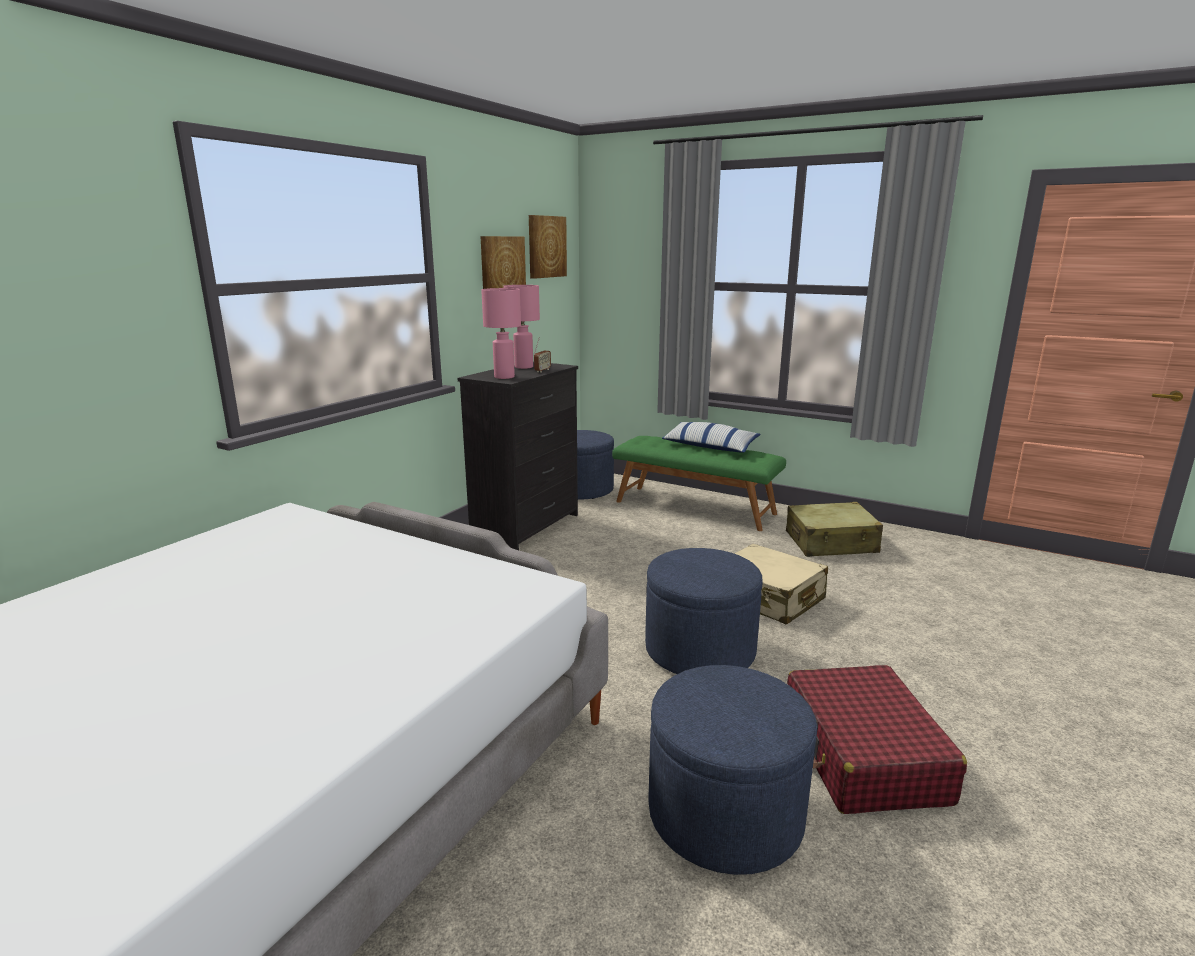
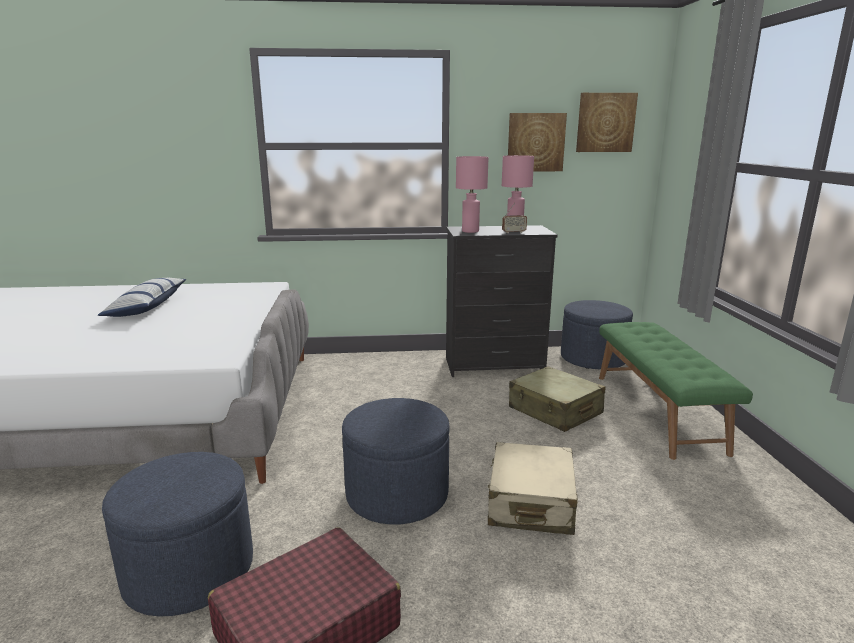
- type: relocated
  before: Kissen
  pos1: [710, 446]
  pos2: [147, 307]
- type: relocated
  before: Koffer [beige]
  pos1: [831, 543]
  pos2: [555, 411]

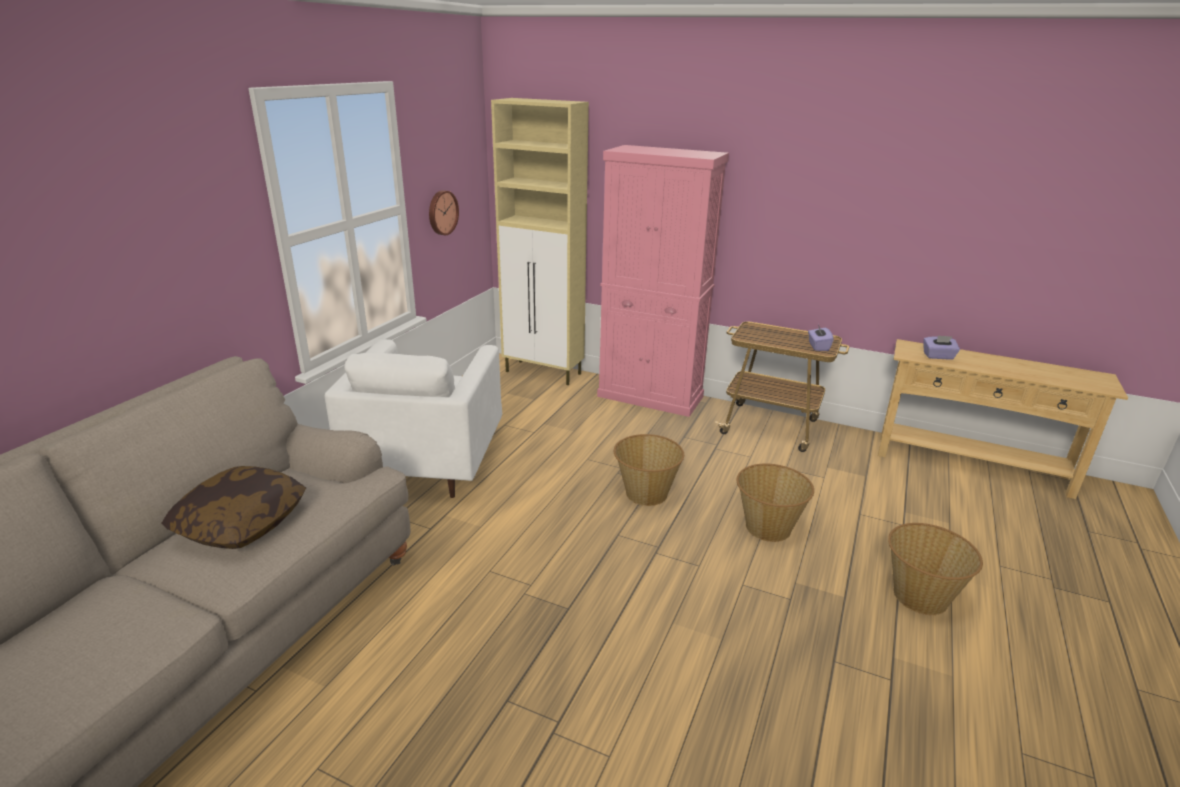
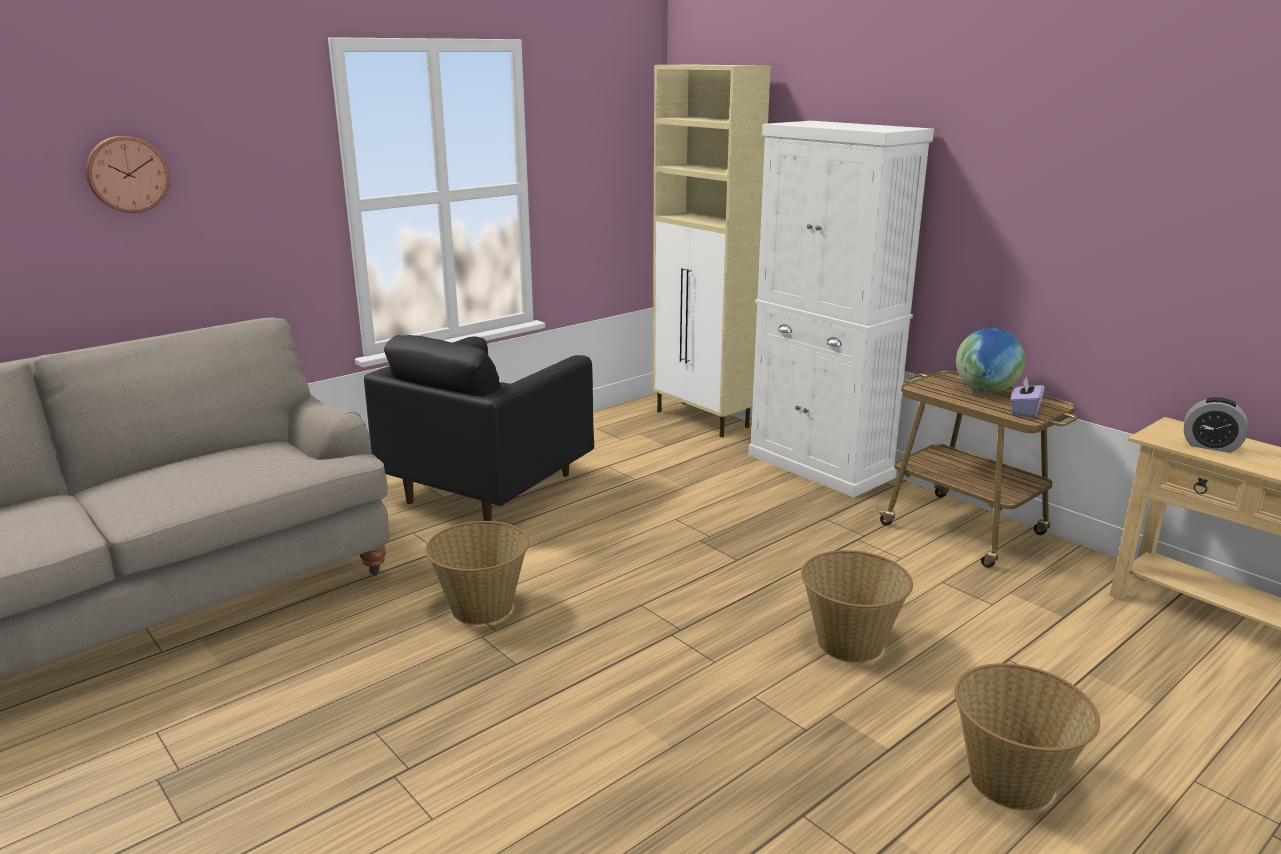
- type: missing
  before: Kissen
  pos1: [242, 523]
- type: appeared
  after: Globus
  pos2: [986, 391]
- type: relocated
  before: Wanduhr
  pos1: [442, 212]
  pos2: [127, 174]
- type: relocated
  before: Korb
  pos1: [646, 493]
  pos2: [481, 607]
- type: exchanged
  before: Taschentuchbox [lila]
  after: Wecker
  pos1: [938, 356]
  pos2: [1210, 446]
- type: colour
  before: Sessel [weiß]
  after: Sessel [schwarz]
  pos1: [427, 463]
  pos2: [489, 488]
- type: colour
  before: Schrank [rosa]
  after: Schrank [weiß]
  pos1: [650, 396]
  pos2: [820, 466]

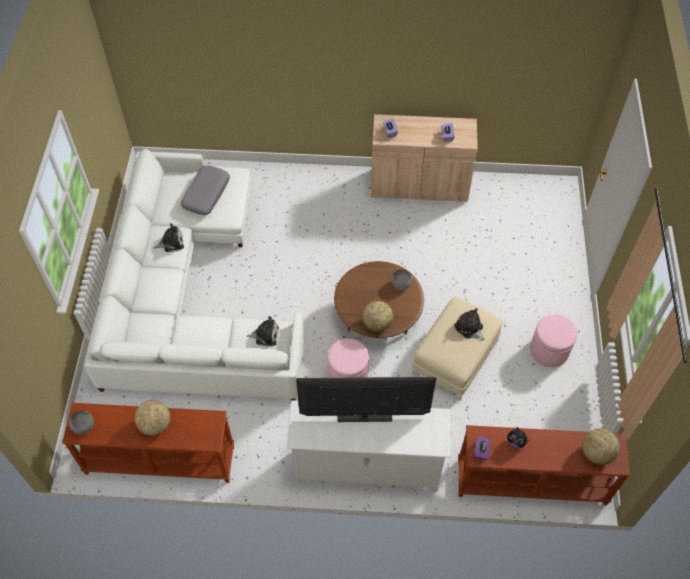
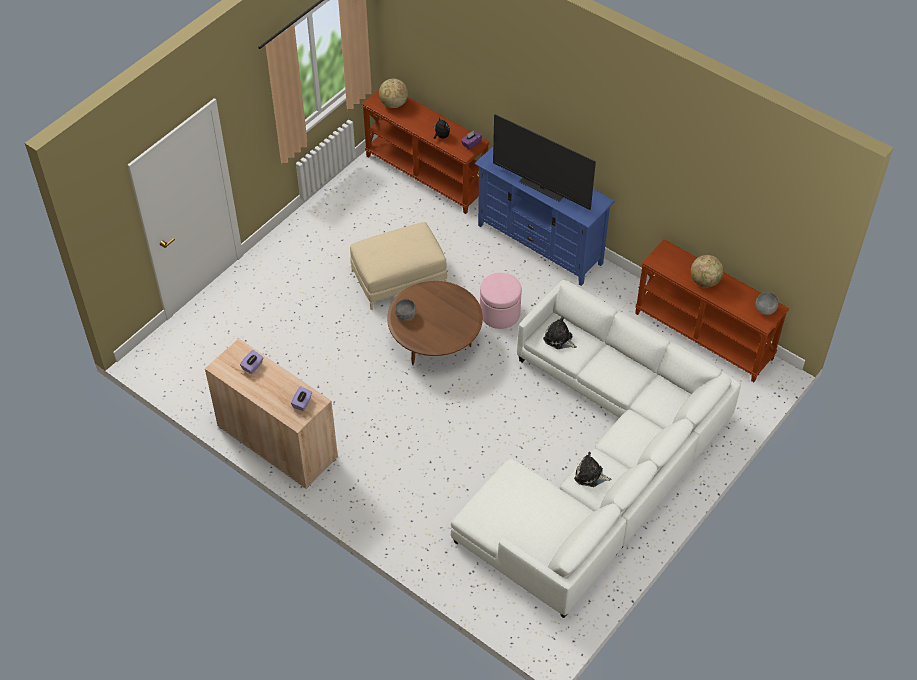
- type: missing
  before: Kissen [grau]
  pos1: [206, 194]
- type: missing
  before: Globus
  pos1: [377, 324]
- type: missing
  before: Plüschtier
  pos1: [469, 328]
- type: missing
  before: Polsterhocker [rosa]
  pos1: [549, 350]
- type: colour
  before: Fernsehschrank [weiß]
  after: Fernsehschrank [blau]
  pos1: [366, 469]
  pos2: [540, 244]

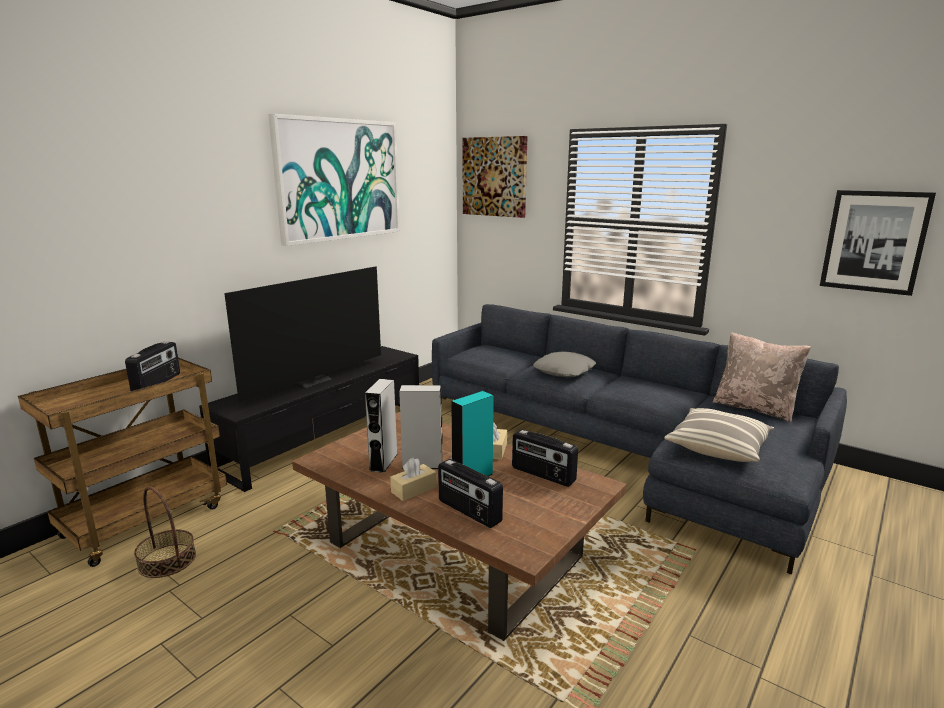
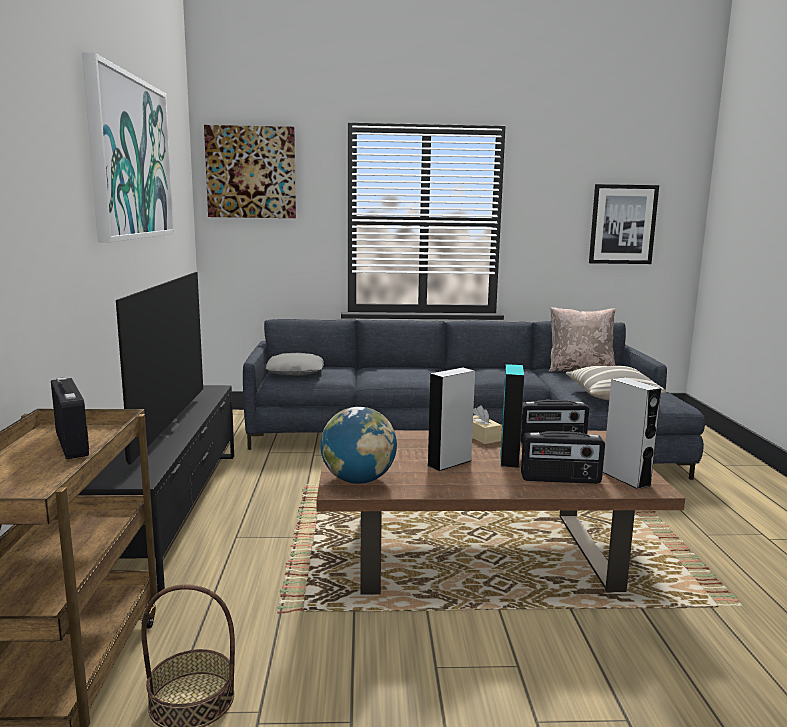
- type: missing
  before: Taschentuchbox [beige]
  pos1: [414, 489]
- type: appeared
  after: Globus
  pos2: [358, 480]
- type: relocated
  before: Lautsprecher [grau]
  pos1: [383, 462]
  pos2: [626, 478]
- type: relocated
  before: Kissen [grau]
  pos1: [565, 371]
  pos2: [296, 371]

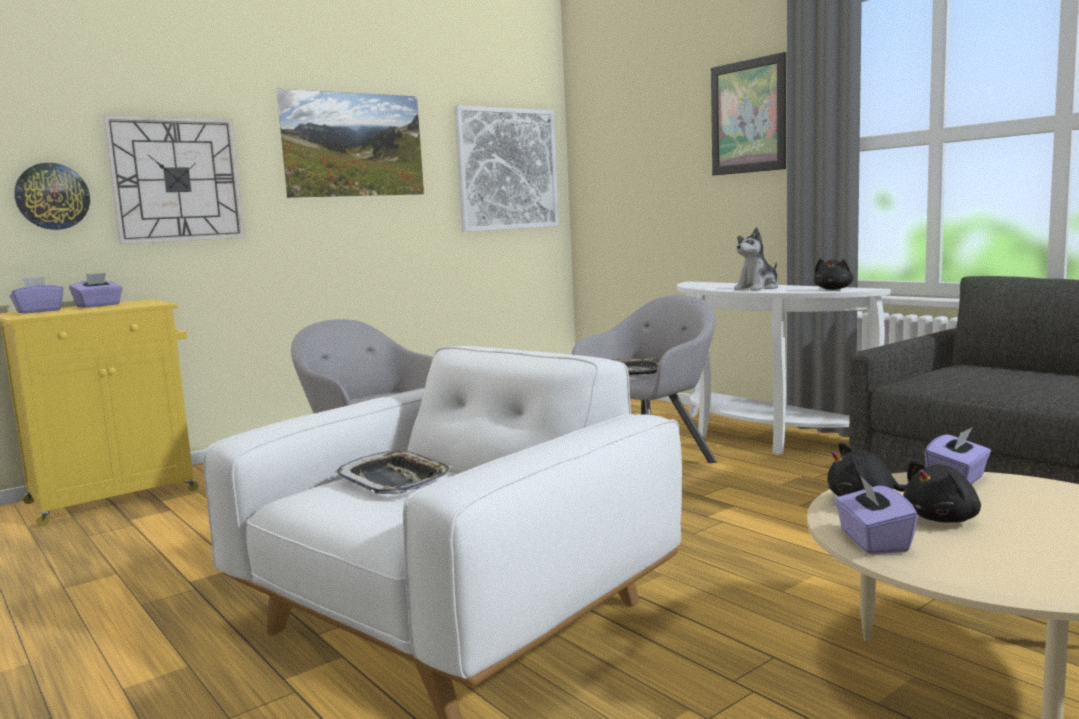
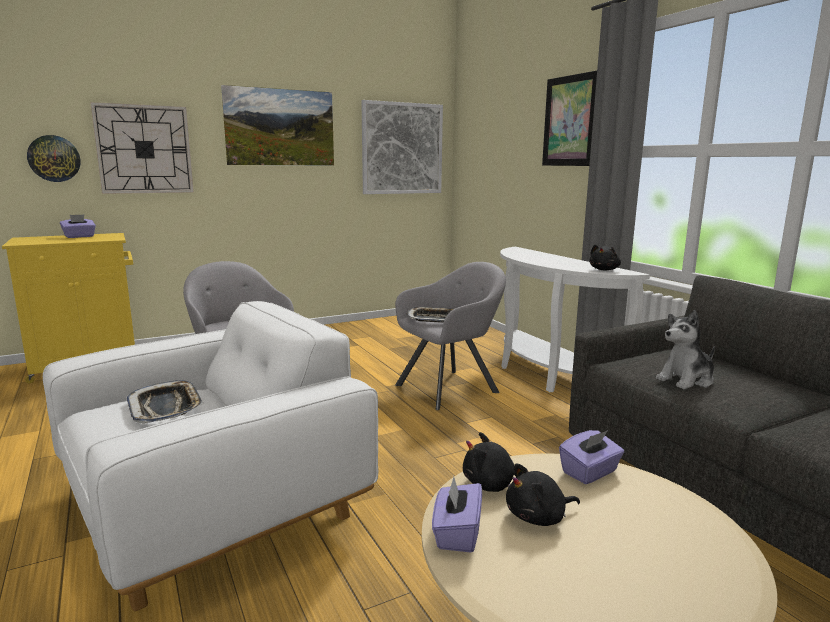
- type: missing
  before: Taschentuchbox [lila]
  pos1: [39, 311]
- type: relocated
  before: Plüschtier
  pos1: [758, 288]
  pos2: [686, 380]

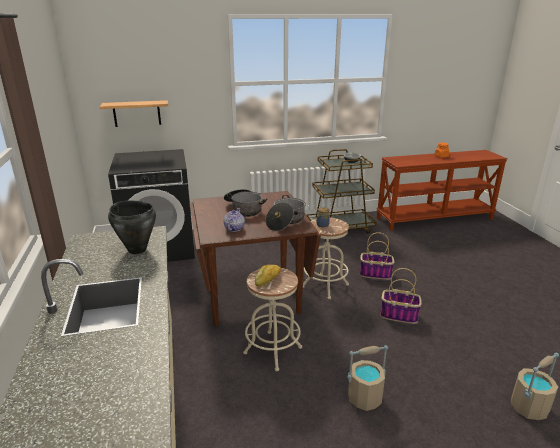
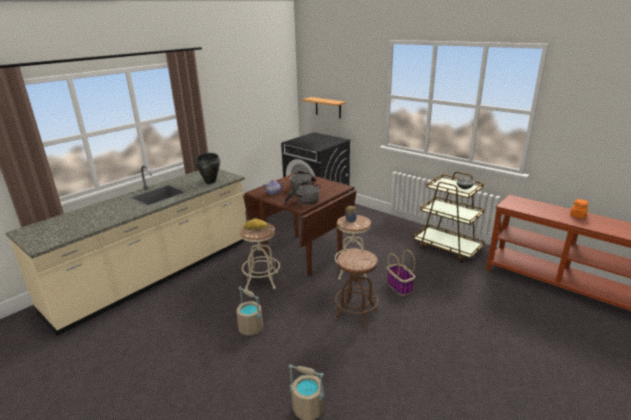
- type: exchanged
  before: Korb
  after: Hocker [braun]
  pos1: [399, 315]
  pos2: [356, 315]

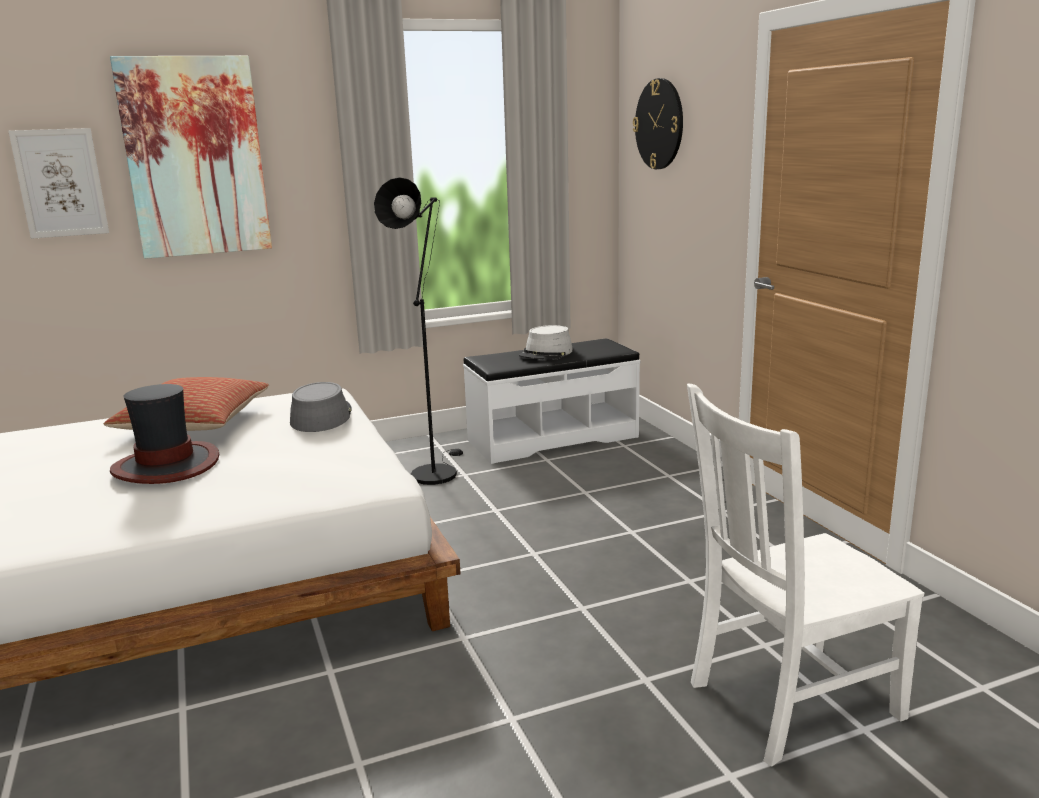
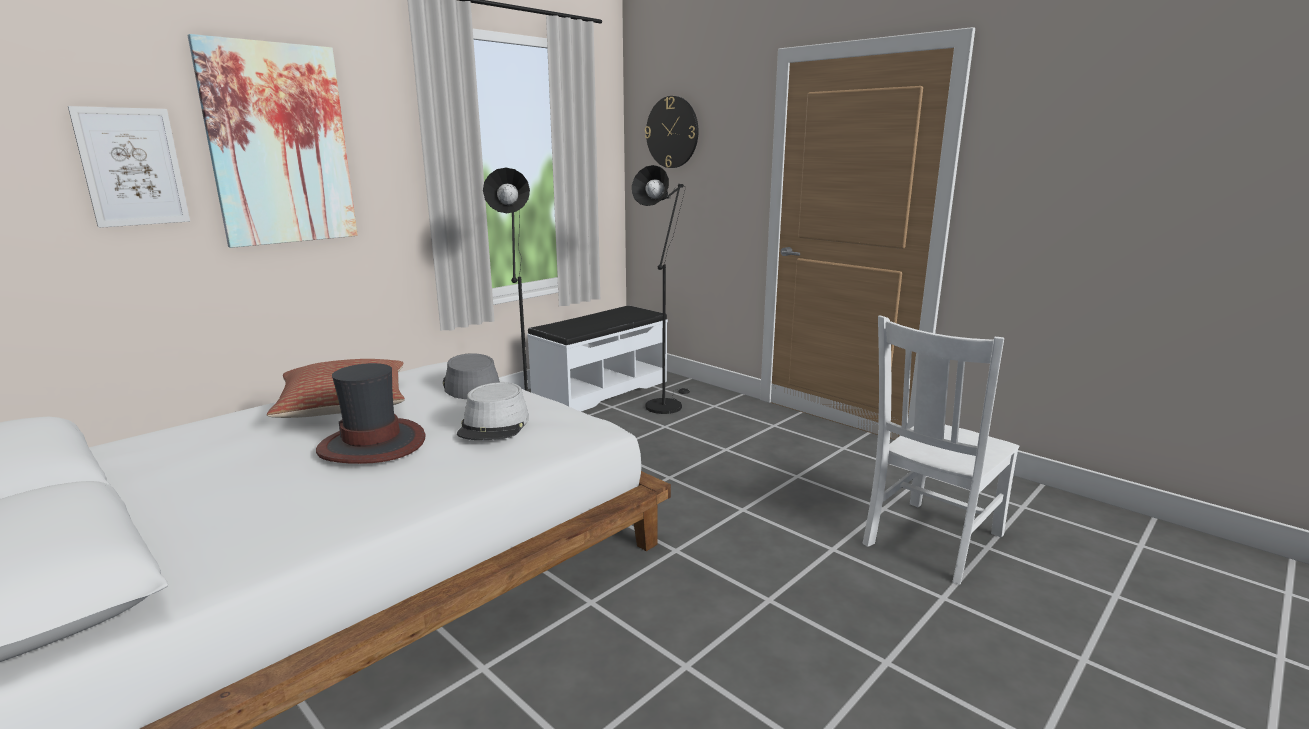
- type: appeared
  after: Stehlampe [schwarz]
  pos2: [665, 404]
- type: relocated
  before: Hut [grau]
  pos1: [546, 353]
  pos2: [494, 425]

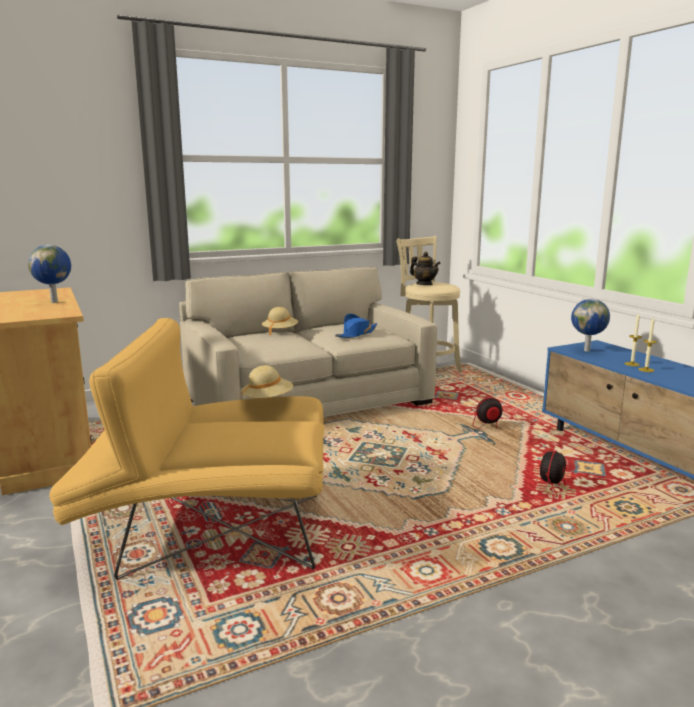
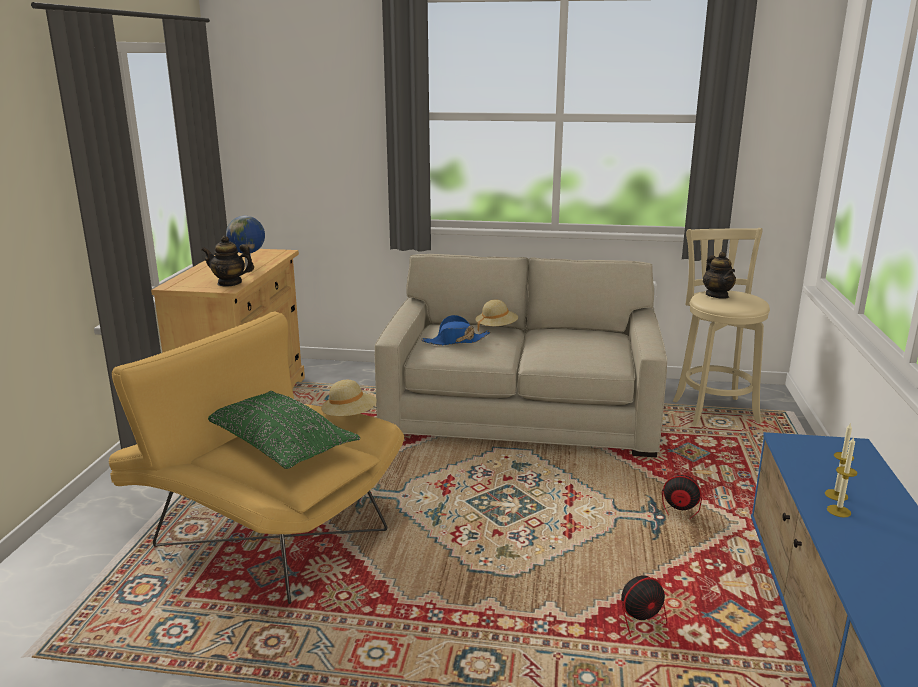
- type: missing
  before: Globus
  pos1: [587, 350]
- type: appeared
  after: Teekanne
  pos2: [230, 283]
- type: appeared
  after: Kissen [grün]
  pos2: [279, 444]
- type: relocated
  before: Hut [blau]
  pos1: [356, 334]
  pos2: [455, 341]

